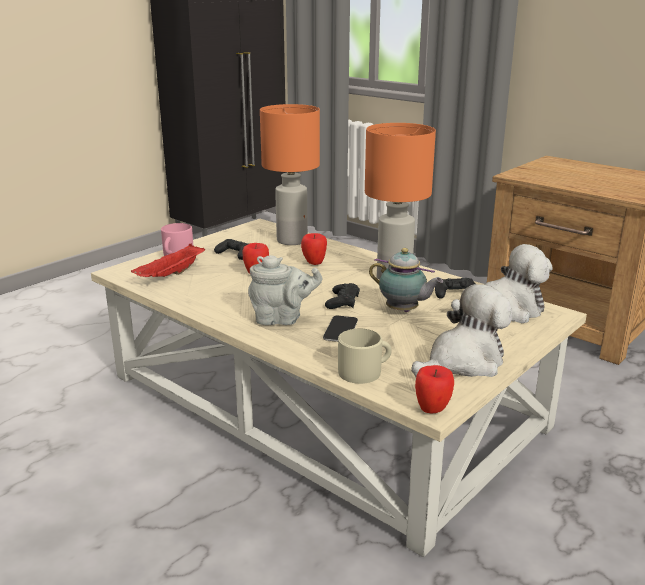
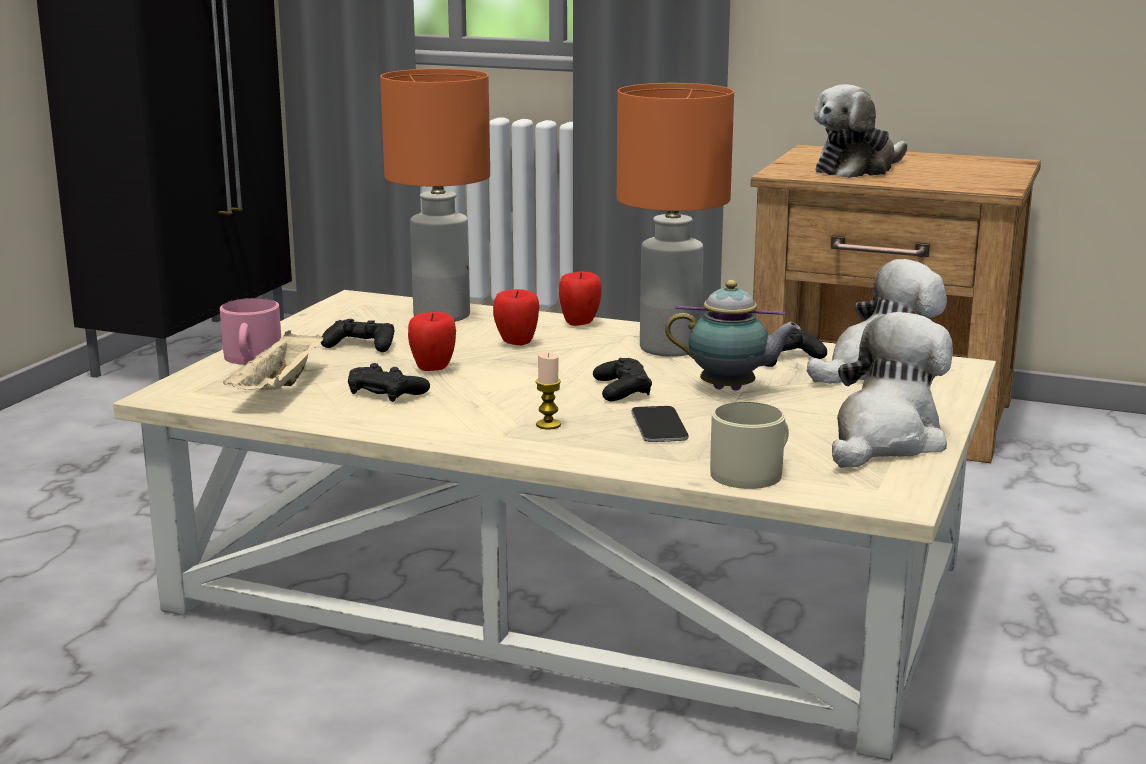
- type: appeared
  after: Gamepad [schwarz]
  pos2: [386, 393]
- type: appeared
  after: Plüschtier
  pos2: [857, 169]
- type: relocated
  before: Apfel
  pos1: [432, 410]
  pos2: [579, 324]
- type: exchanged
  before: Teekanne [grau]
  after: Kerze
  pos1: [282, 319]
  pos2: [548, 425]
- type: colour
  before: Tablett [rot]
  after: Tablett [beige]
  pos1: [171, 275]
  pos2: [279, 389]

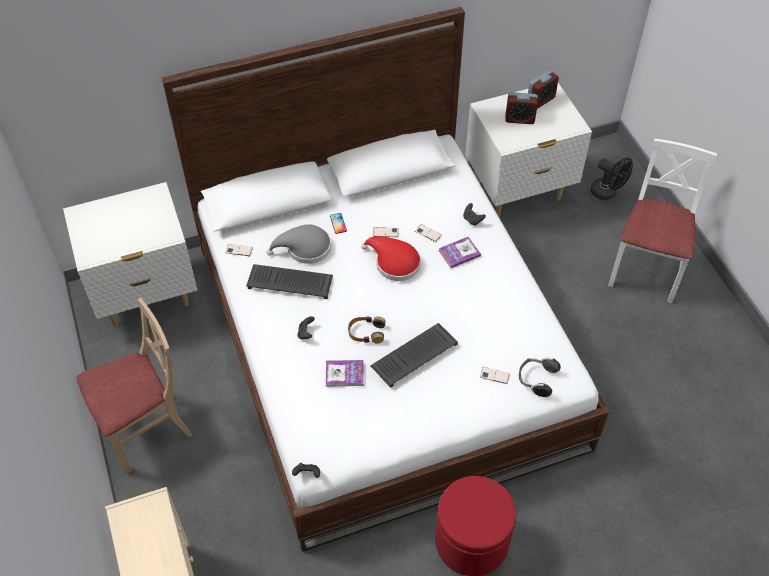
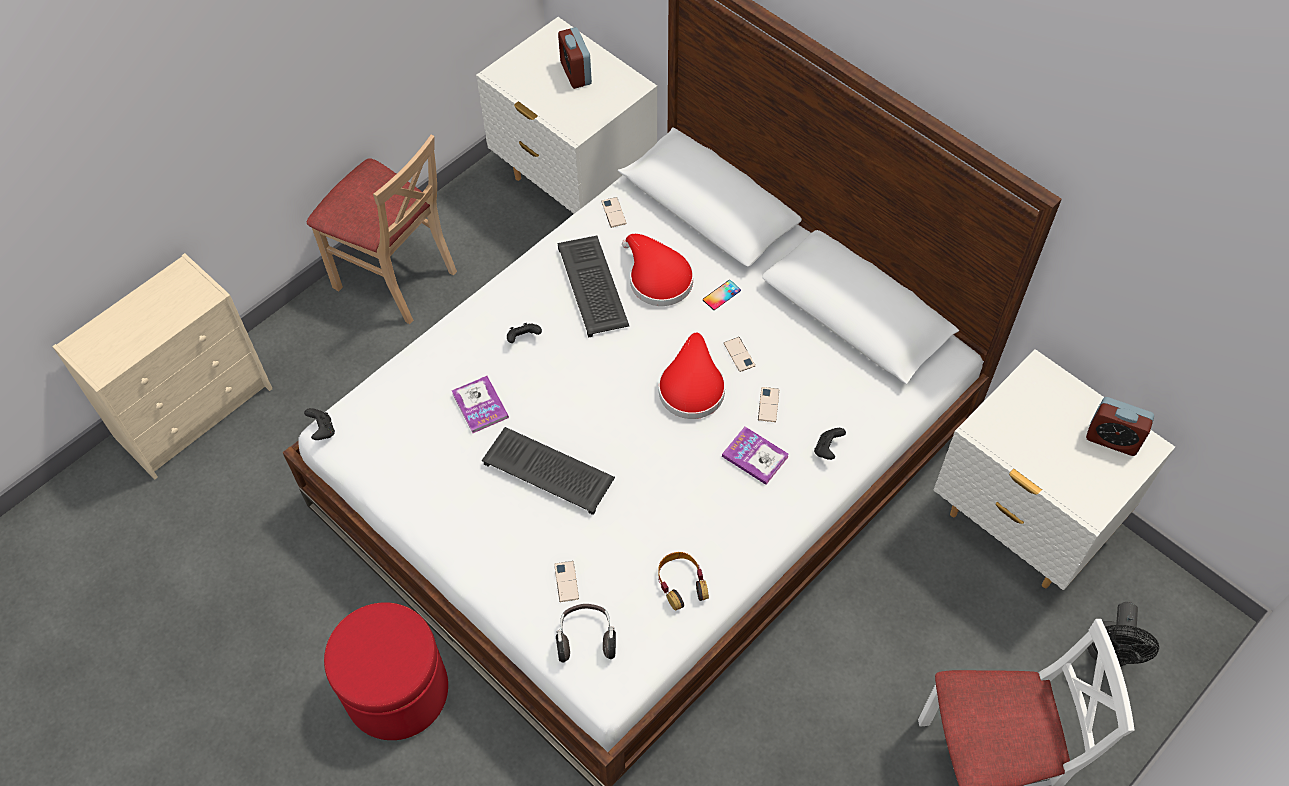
- type: relocated
  before: Kopfhörer
  pos1: [366, 332]
  pos2: [681, 583]
- type: relocated
  before: Wecker
  pos1: [519, 119]
  pos2: [576, 73]
- type: colour
  before: Hut [grau]
  after: Hut [rot]
  pos1: [305, 248]
  pos2: [657, 278]

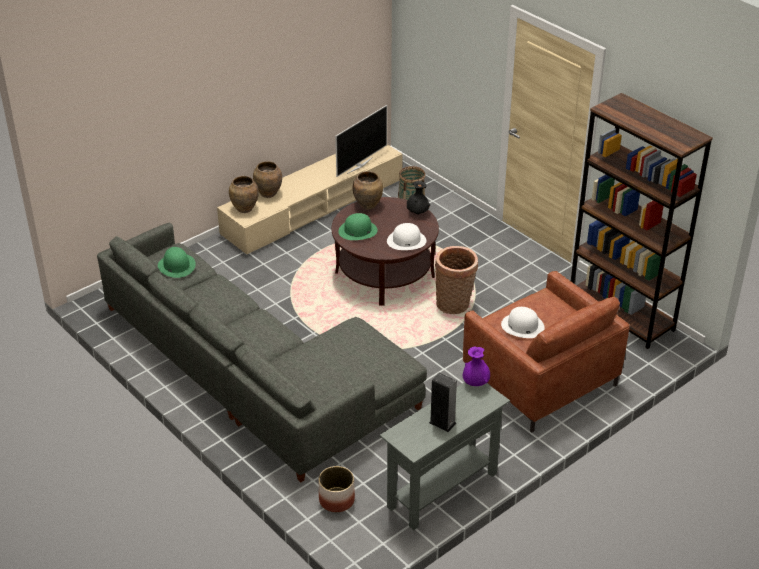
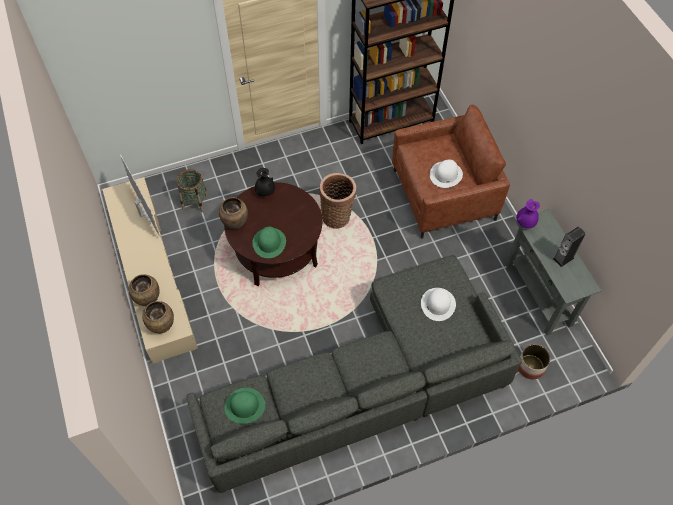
- type: relocated
  before: Hut [weiß]
  pos1: [406, 240]
  pos2: [438, 304]

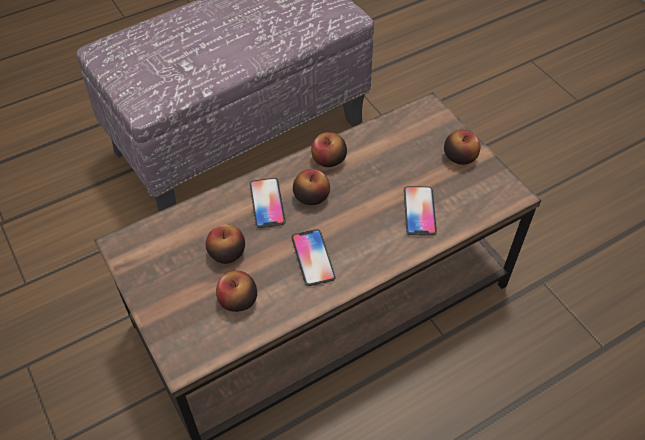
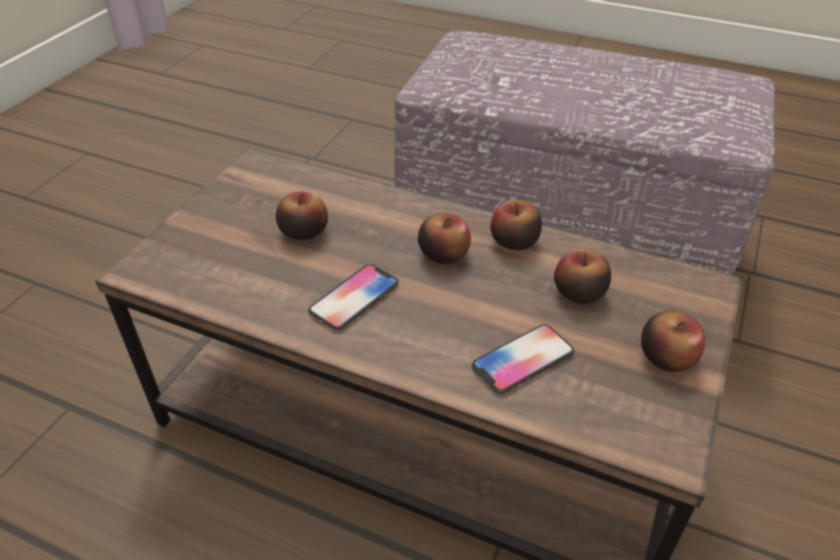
- type: missing
  before: Handy
  pos1: [267, 203]
- type: relocated
  before: Apfel
  pos1: [238, 300]
  pos2: [579, 292]

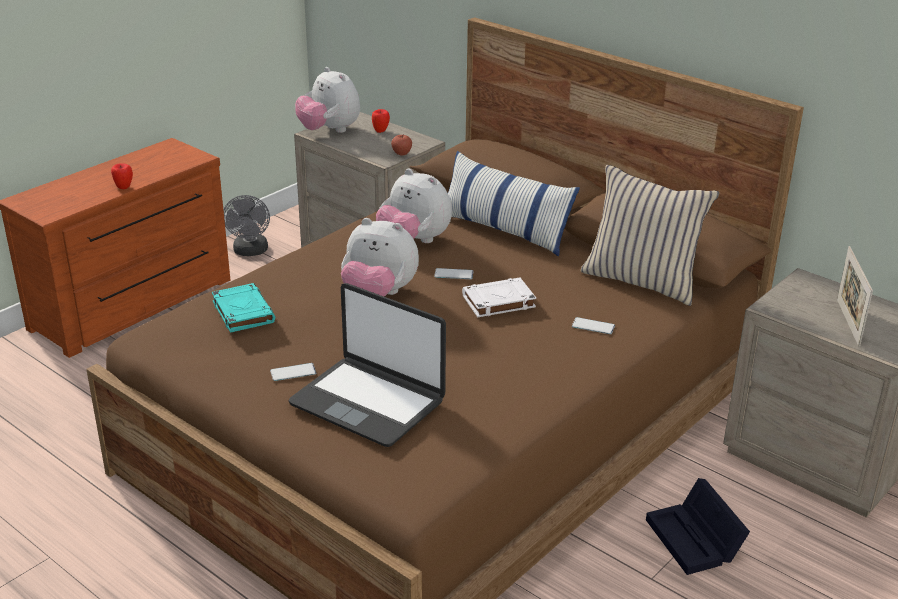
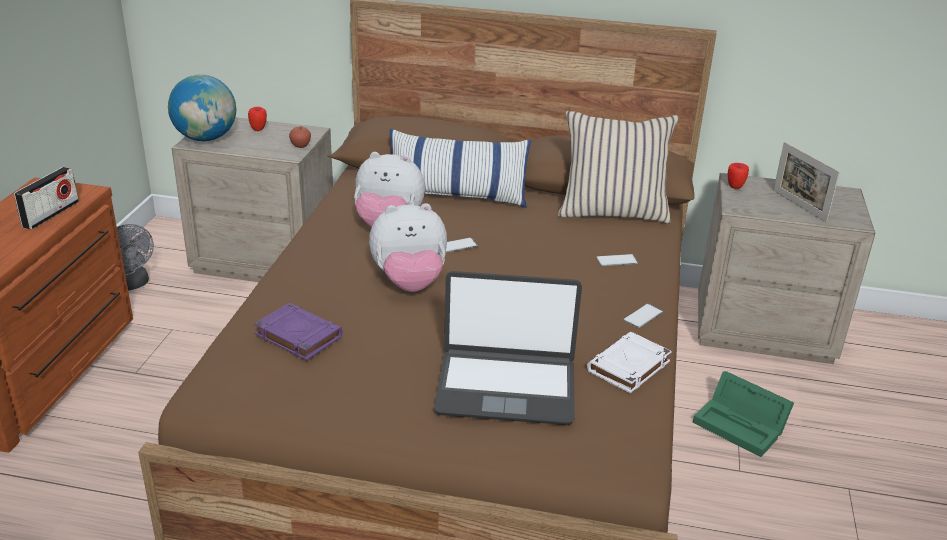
- type: appeared
  after: Radio
  pos2: [51, 214]
- type: relocated
  before: Apfel
  pos1: [124, 187]
  pos2: [735, 186]
- type: relocated
  before: Handy
  pos1: [293, 372]
  pos2: [643, 316]
- type: relocated
  before: Buch [weiß]
  pos1: [498, 302]
  pos2: [628, 367]
- type: exchanged
  before: Plüschtier
  after: Globus
  pos1: [329, 131]
  pos2: [206, 138]
- type: colour
  before: Buch [türkis]
  after: Buch [lila]
  pos1: [242, 312]
  pos2: [297, 335]
- type: colour
  before: Aufbewahrungsbox [schwarz]
  after: Aufbewahrungsbox [grün]
  pos1: [696, 540]
  pos2: [742, 426]

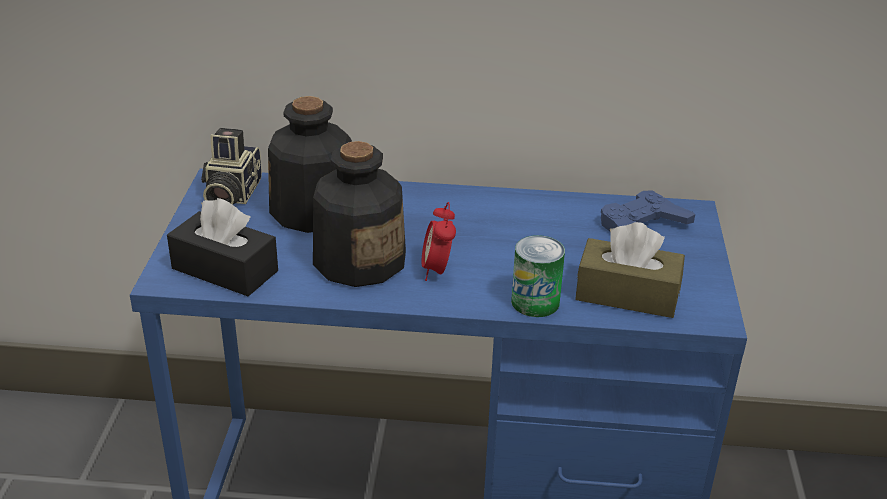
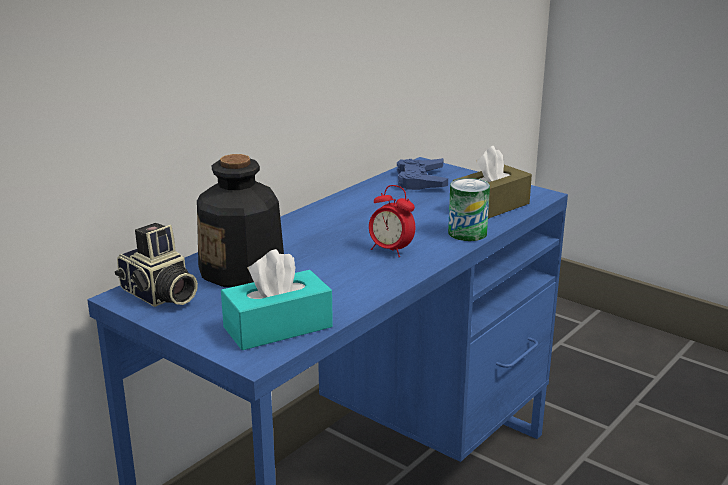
- type: missing
  before: Flasche
  pos1: [359, 260]
- type: colour
  before: Taschentuchbox [schwarz]
  after: Taschentuchbox [türkis]
  pos1: [225, 270]
  pos2: [278, 327]

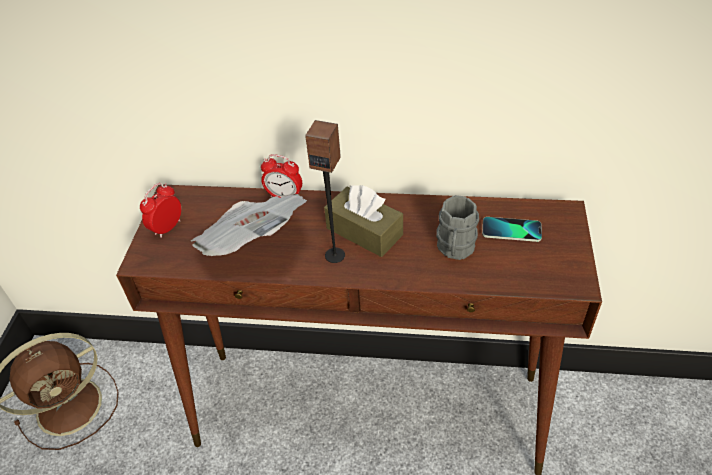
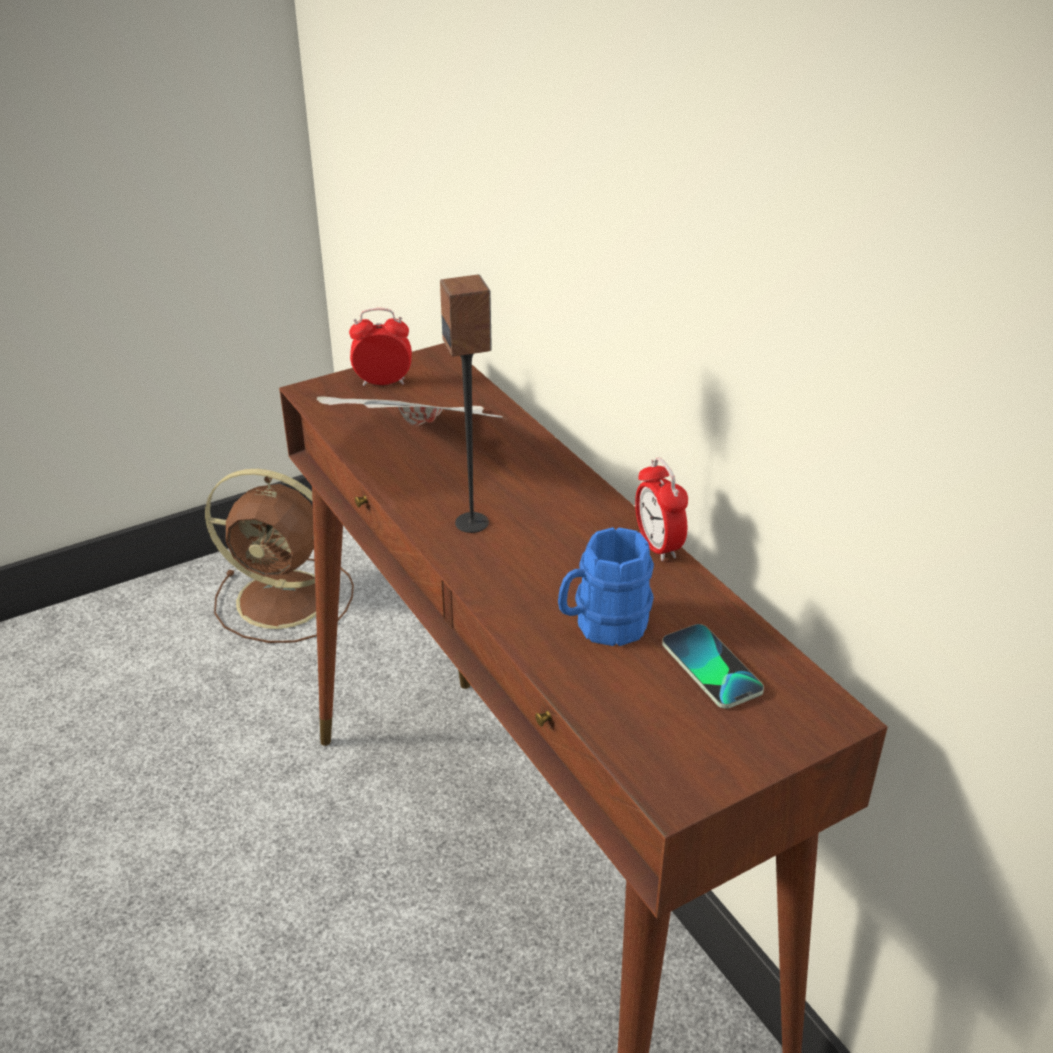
- type: missing
  before: Taschentuchbox [braun]
  pos1: [364, 231]
- type: relocated
  before: Wecker
  pos1: [284, 196]
  pos2: [658, 546]
- type: colour
  before: Henkelbecher [grau]
  after: Henkelbecher [blau]
  pos1: [455, 249]
  pos2: [603, 625]

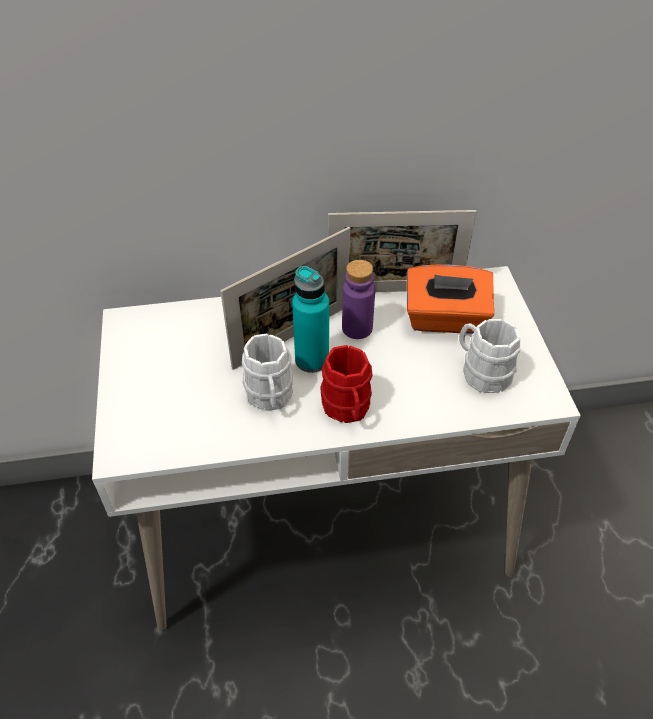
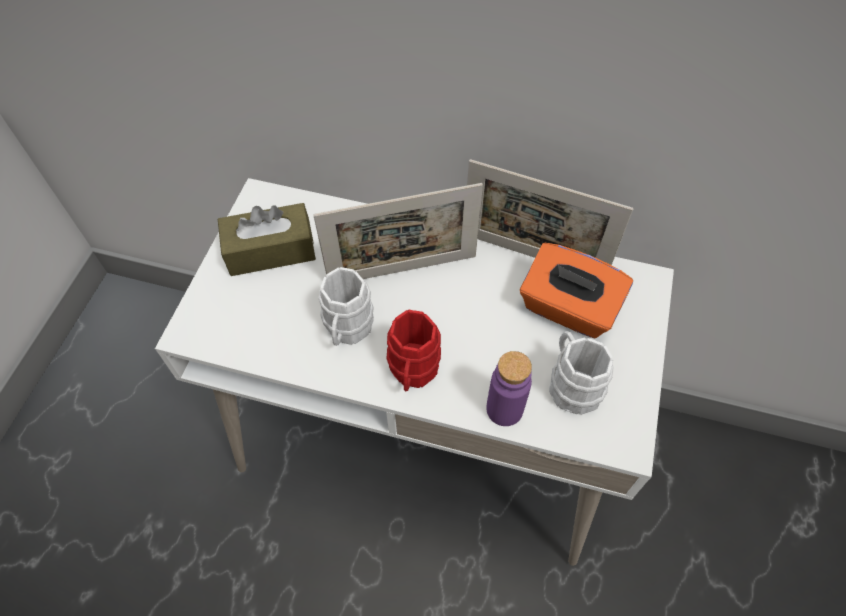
- type: missing
  before: Flasche [türkis]
  pos1: [312, 360]
- type: appeared
  after: Taschentuchbox [braun]
  pos2: [270, 250]
- type: relocated
  before: Flasche [lila]
  pos1: [357, 328]
  pos2: [504, 409]

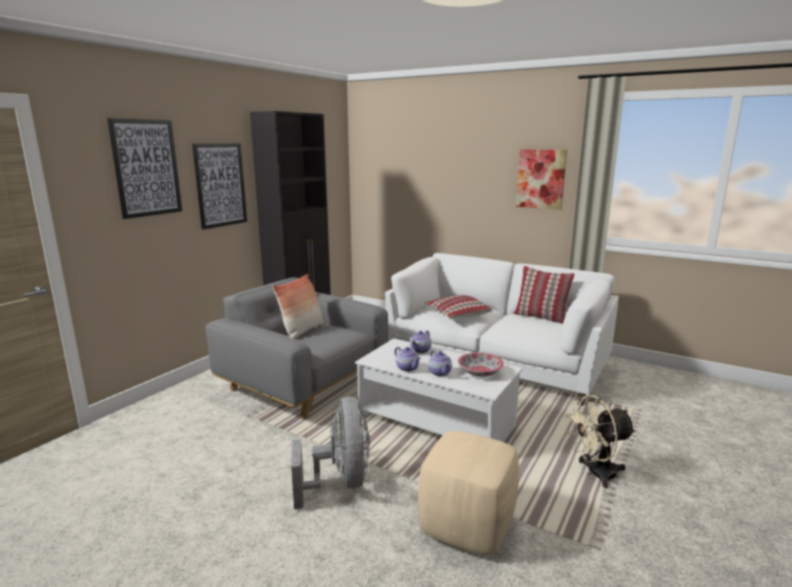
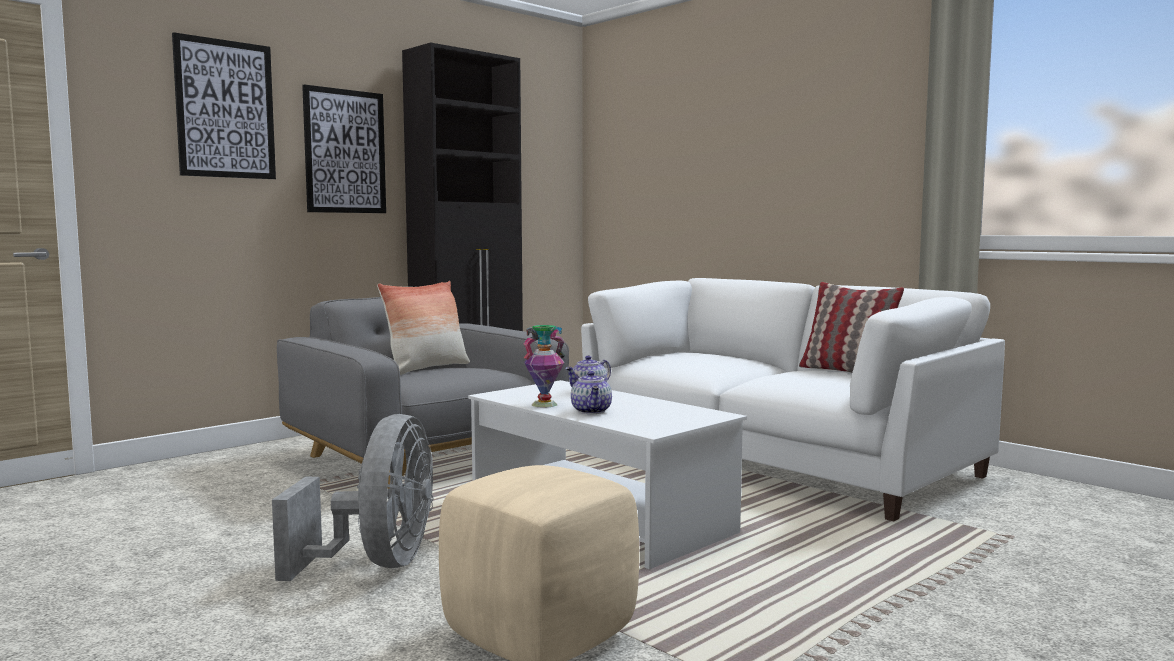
- type: missing
  before: Kissen
  pos1: [457, 314]
- type: missing
  before: Schüssel
  pos1: [480, 373]
- type: missing
  before: Bild
  pos1: [541, 179]
- type: missing
  before: Ventilator [beige]
  pos1: [595, 473]
- type: exchanged
  before: Teekanne
  after: Vase
  pos1: [408, 368]
  pos2: [544, 404]

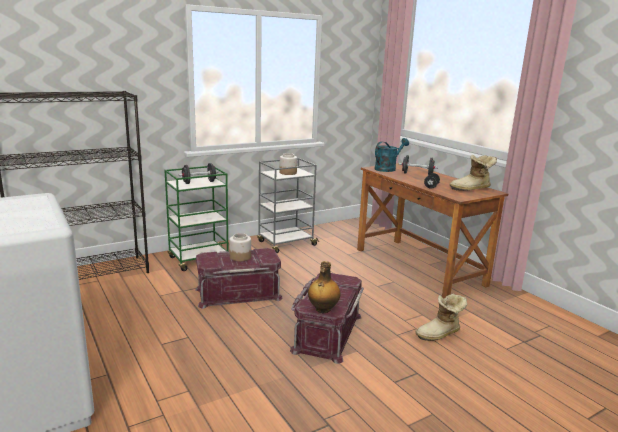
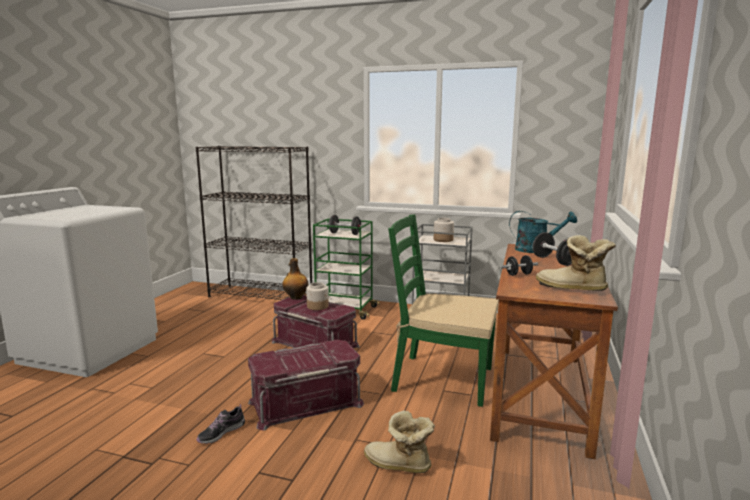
- type: appeared
  after: Schuh
  pos2: [221, 433]
- type: appeared
  after: Stuhl [grün]
  pos2: [442, 379]
- type: relocated
  before: Flasche
  pos1: [322, 310]
  pos2: [295, 297]

